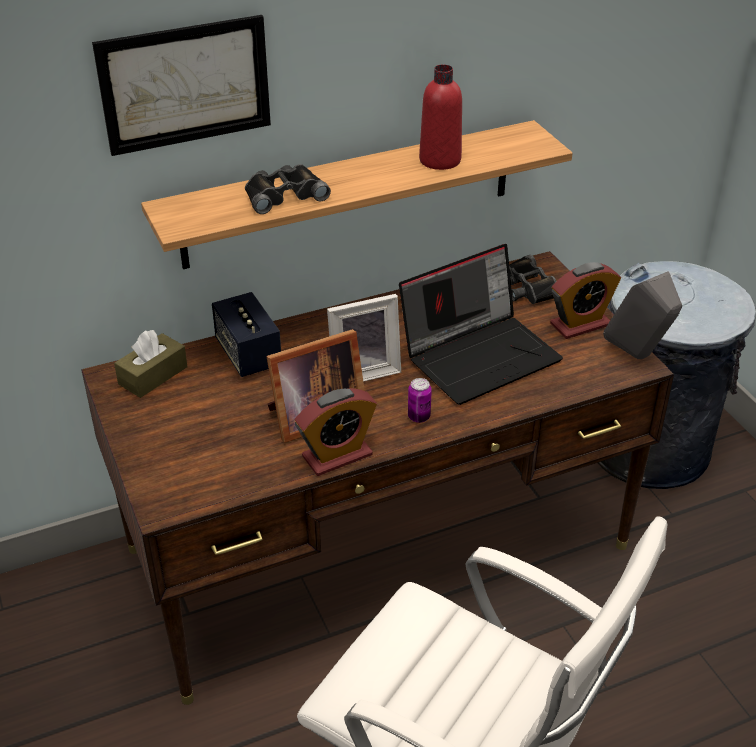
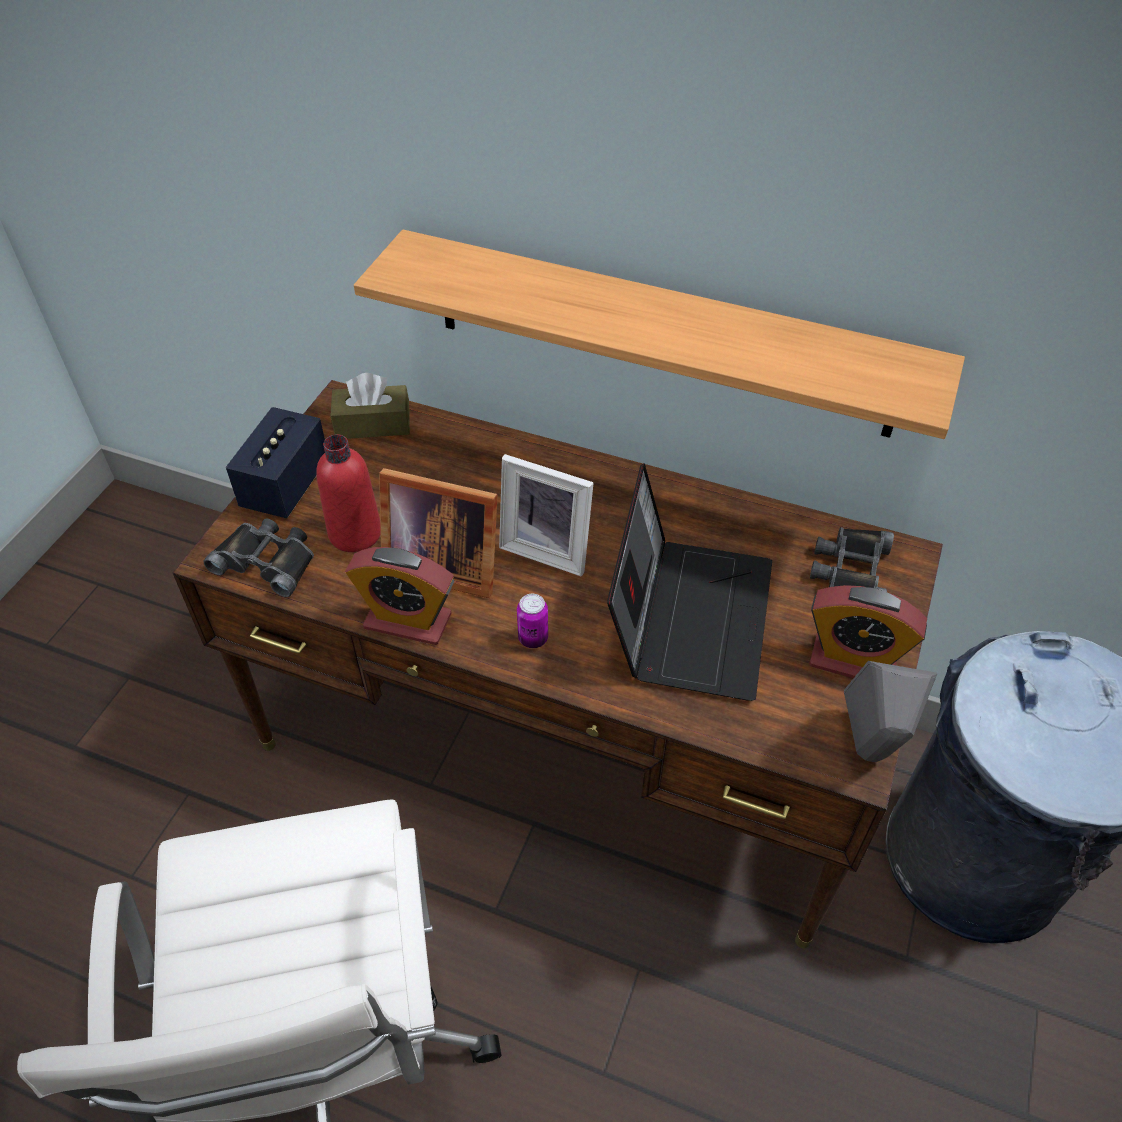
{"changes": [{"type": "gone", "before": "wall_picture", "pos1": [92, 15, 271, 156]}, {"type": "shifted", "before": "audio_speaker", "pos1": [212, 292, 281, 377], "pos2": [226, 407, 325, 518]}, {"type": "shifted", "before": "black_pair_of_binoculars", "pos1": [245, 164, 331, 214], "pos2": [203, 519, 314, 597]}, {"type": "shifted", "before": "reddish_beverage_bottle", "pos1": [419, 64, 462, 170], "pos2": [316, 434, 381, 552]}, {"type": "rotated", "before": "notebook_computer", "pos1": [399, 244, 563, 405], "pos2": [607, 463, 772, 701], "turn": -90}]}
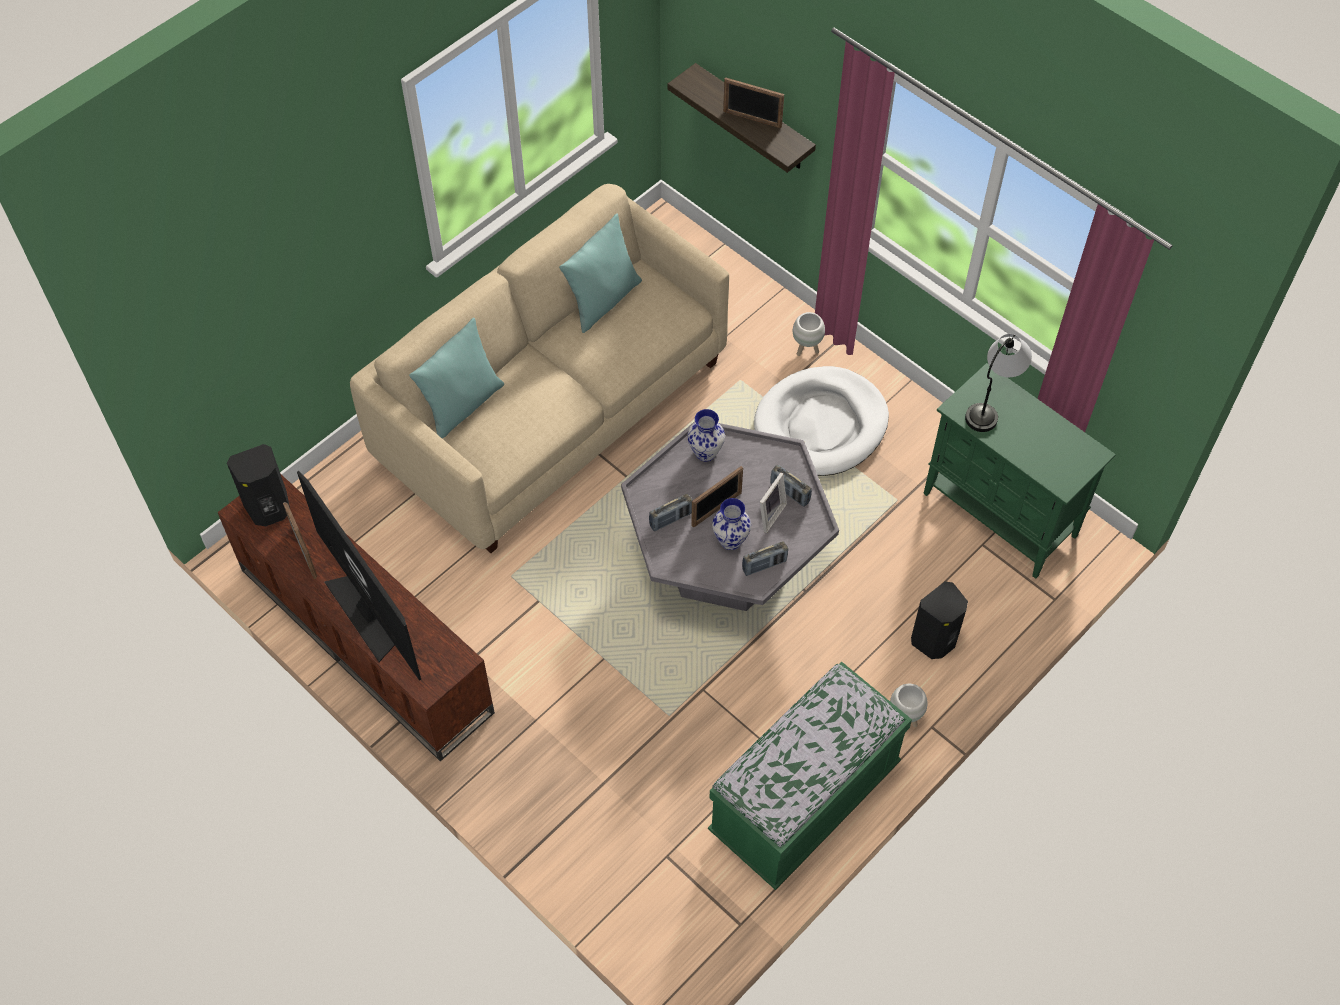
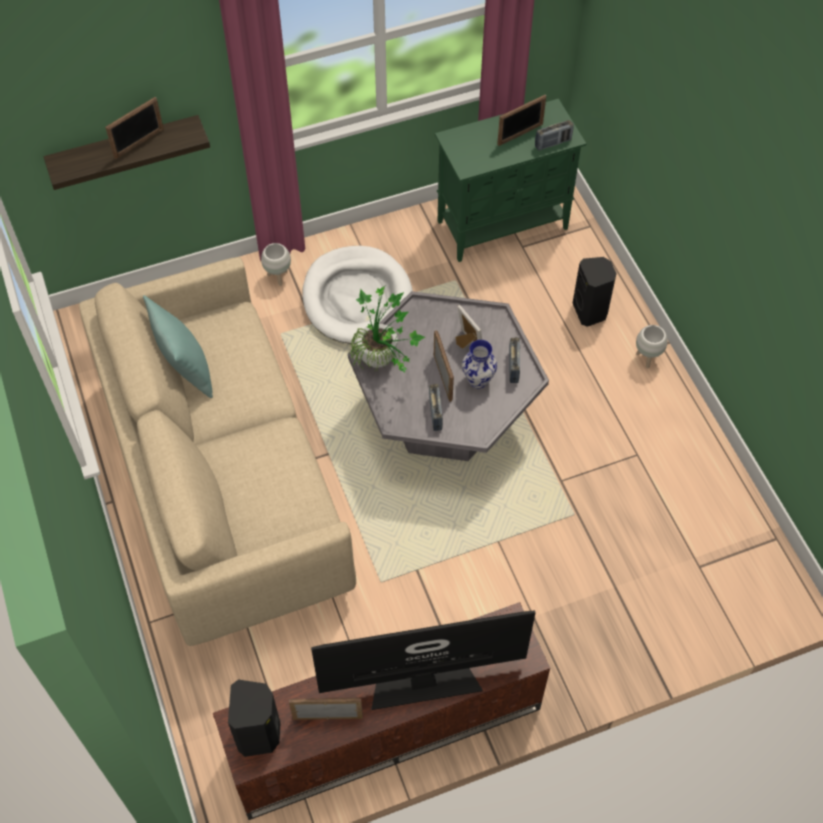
{"changes": [{"type": "gone", "before": "blue-green_cushion", "pos1": [409, 318, 504, 438]}, {"type": "gone", "before": "greenish_indoor_bench", "pos1": [708, 661, 912, 890]}, {"type": "gone", "before": "tabletop_lamp", "pos1": [965, 334, 1032, 432]}, {"type": "new", "after": "standing_frame", "pos2": [497, 95, 546, 146]}, {"type": "shifted", "before": "radio_receiver", "pos1": [770, 465, 812, 507], "pos2": [535, 120, 574, 151]}, {"type": "swapped", "before": "vase", "after": "potted_plant", "pos1": [687, 409, 725, 462], "pos2": [349, 286, 425, 373]}]}
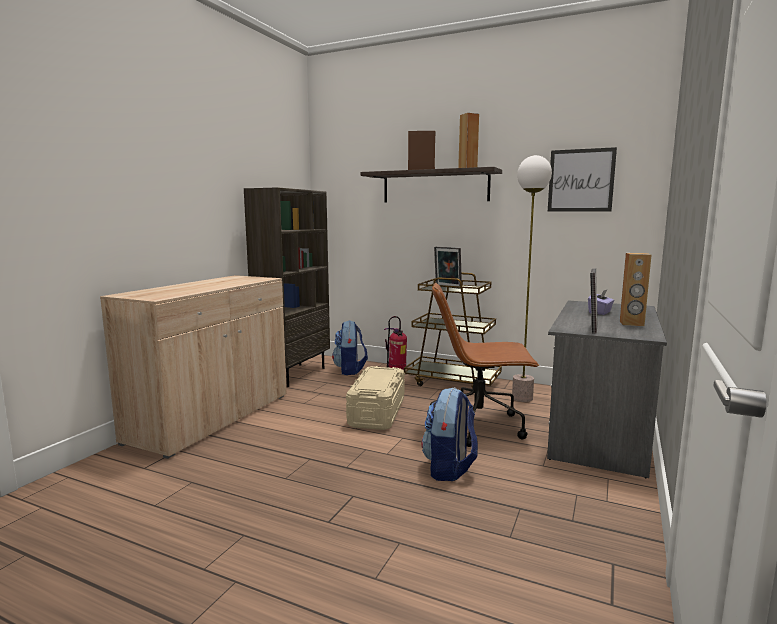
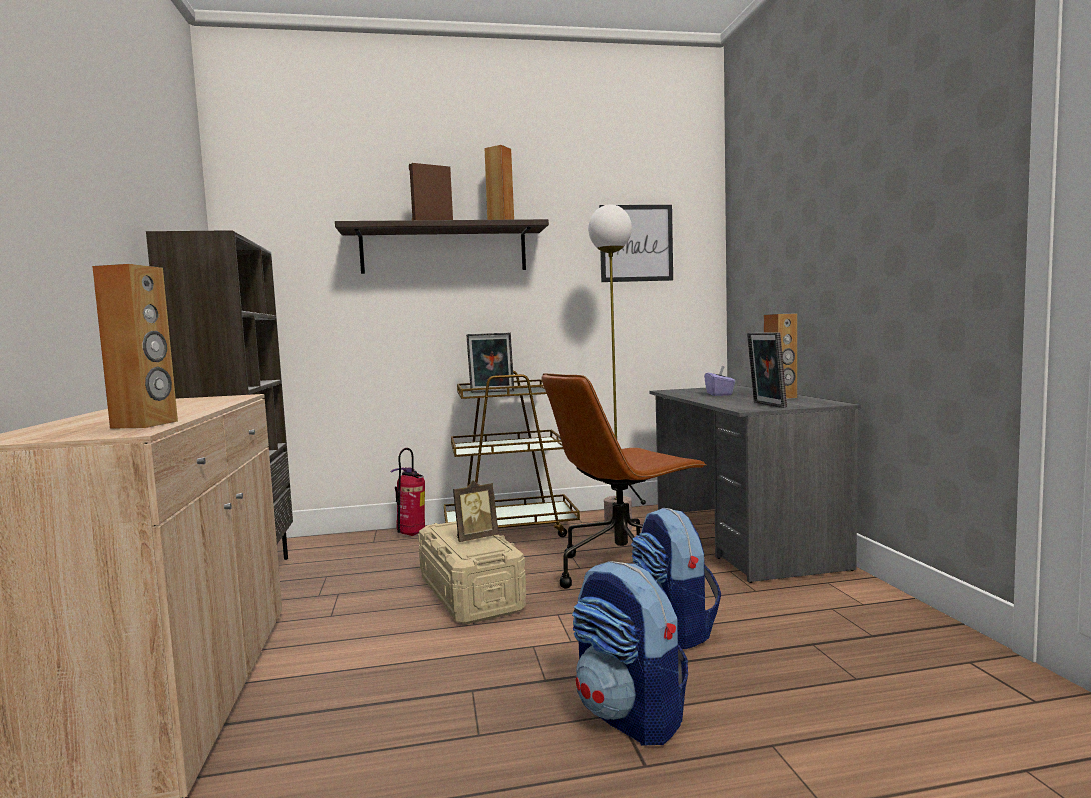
{"changes": [{"type": "new", "after": "brown_audio_speaker", "pos2": [92, 264, 178, 429]}, {"type": "new", "after": "standing_frame", "pos2": [453, 480, 498, 542]}, {"type": "shifted", "before": "backpack", "pos1": [332, 320, 368, 375], "pos2": [572, 561, 688, 745]}]}
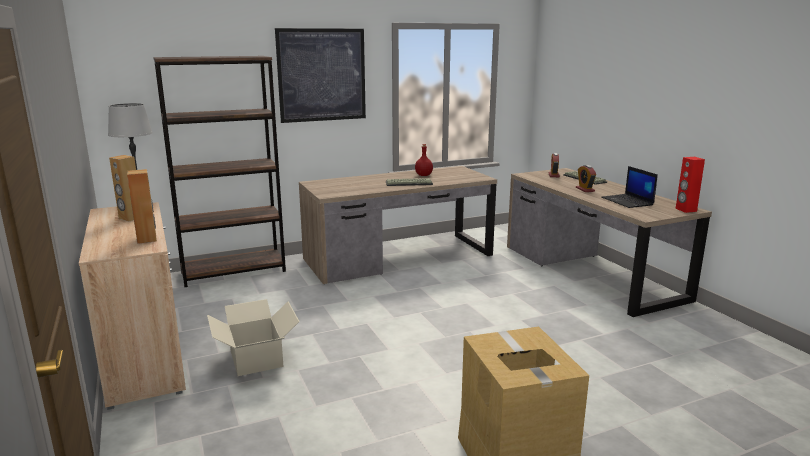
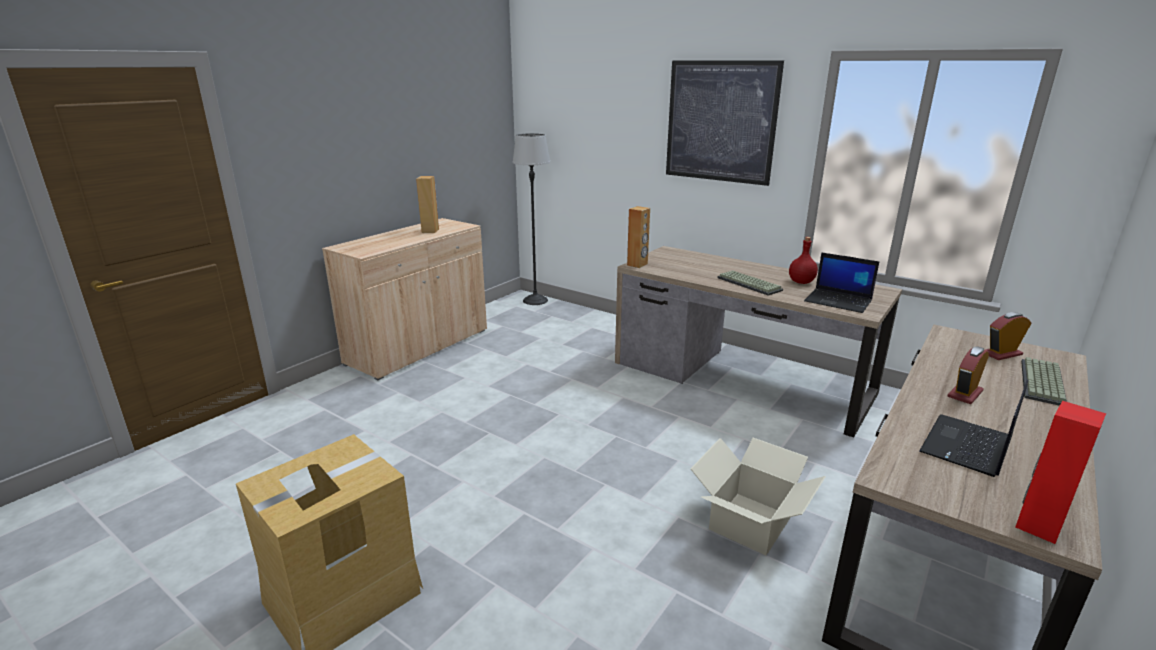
{"changes": [{"type": "gone", "before": "brown_bookcase", "pos1": [153, 56, 286, 287]}, {"type": "new", "after": "notebook_computer", "pos2": [804, 252, 879, 313]}, {"type": "shifted", "before": "brown_audio_speaker", "pos1": [127, 169, 157, 244], "pos2": [627, 206, 650, 268]}, {"type": "shifted", "before": "cardboard_box", "pos1": [207, 299, 300, 376], "pos2": [691, 438, 826, 555]}]}
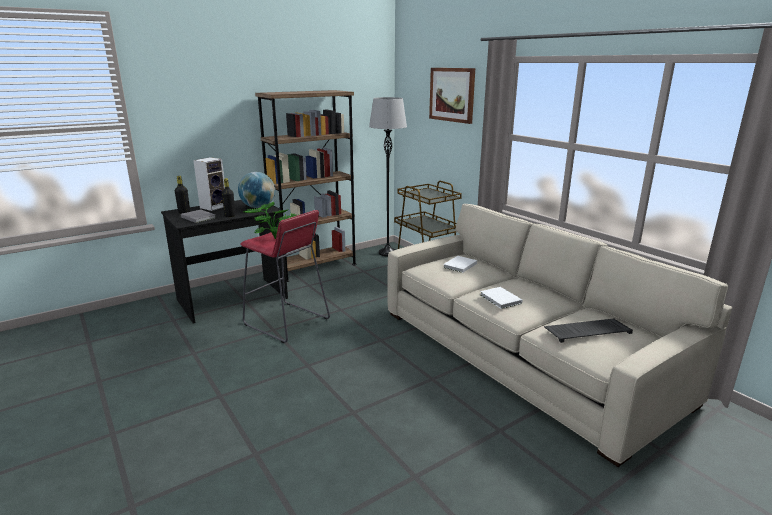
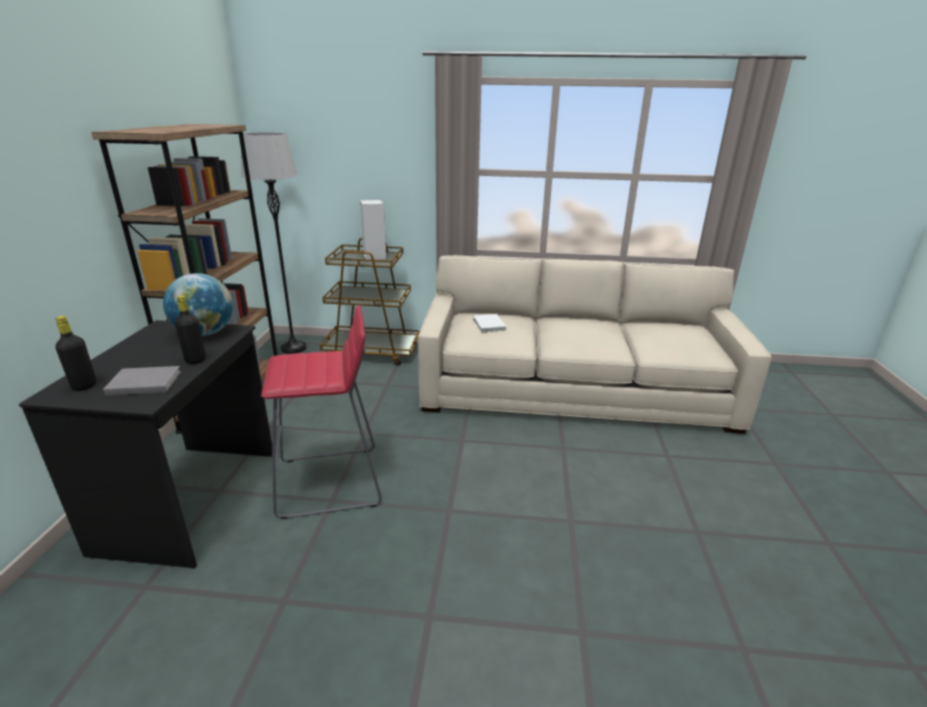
{"changes": [{"type": "gone", "before": "potted_plant", "pos1": [243, 202, 297, 239]}, {"type": "gone", "before": "wall_picture", "pos1": [429, 68, 475, 124]}, {"type": "gone", "before": "whitish_bound_book", "pos1": [480, 287, 522, 309]}, {"type": "gone", "before": "keyboard", "pos1": [544, 318, 633, 343]}, {"type": "shifted", "before": "audio_speaker", "pos1": [193, 157, 225, 211], "pos2": [360, 200, 387, 260]}]}
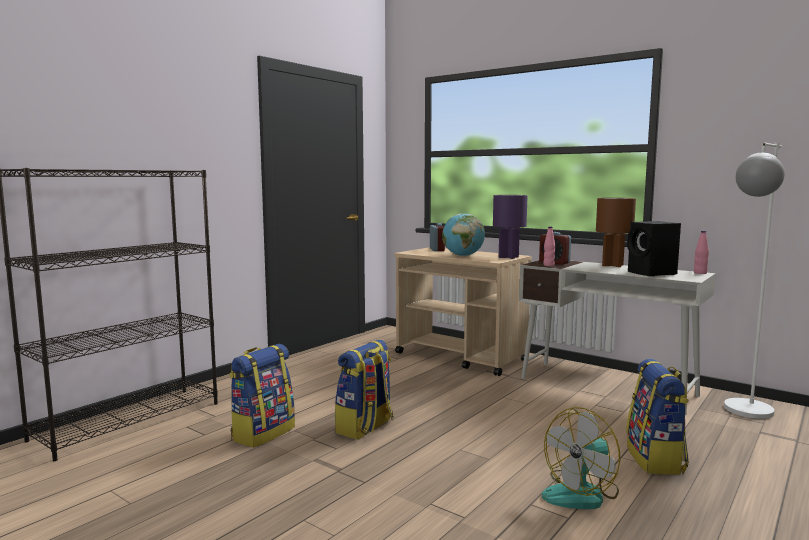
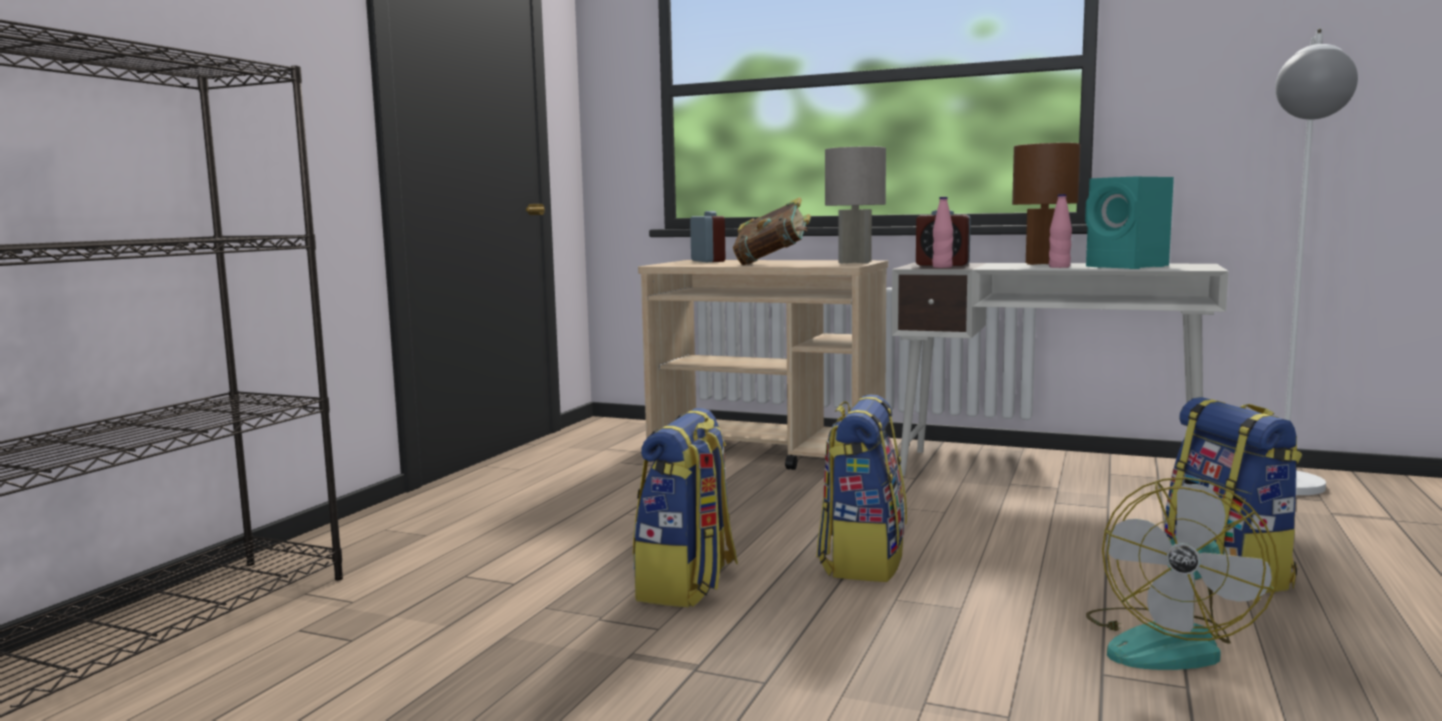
{"changes": [{"type": "shifted", "before": "backpack", "pos1": [229, 344, 295, 448], "pos2": [816, 394, 907, 582]}, {"type": "shifted", "before": "pink_beverage_bottle", "pos1": [694, 231, 709, 274], "pos2": [1049, 194, 1072, 268]}, {"type": "swapped", "before": "desk_globe", "after": "bound_book", "pos1": [442, 214, 485, 256], "pos2": [733, 197, 811, 265]}, {"type": "repainted", "before": "purple_tabletop_lamp", "after": "greyish_tabletop_lamp", "pos1": [493, 195, 528, 259], "pos2": [825, 146, 886, 263]}, {"type": "repainted", "before": "black_audio_speaker", "after": "blue-green_audio_speaker", "pos1": [627, 221, 681, 276], "pos2": [1085, 176, 1174, 269]}]}
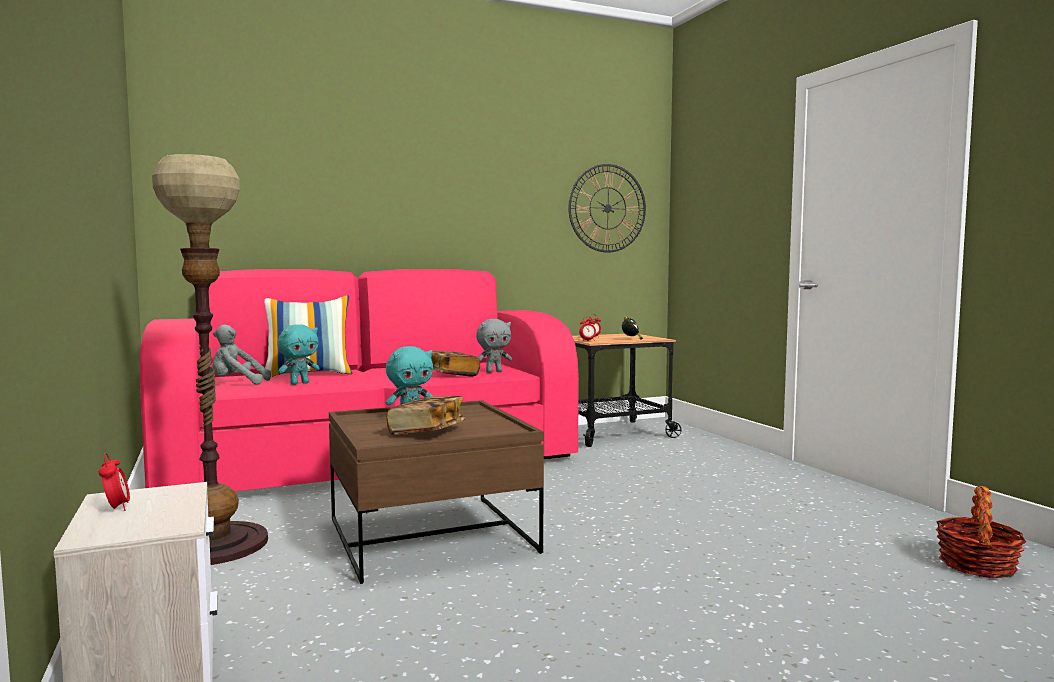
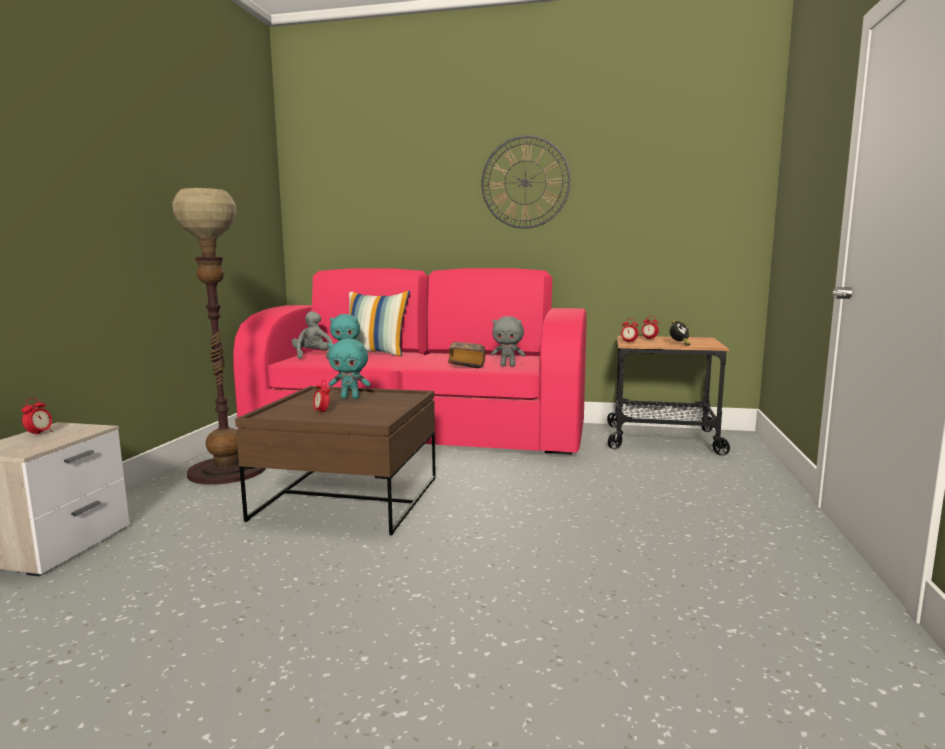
{"changes": [{"type": "gone", "before": "basket", "pos1": [936, 486, 1026, 578]}, {"type": "shifted", "before": "wall_clock", "pos1": [568, 164, 646, 253], "pos2": [481, 135, 571, 229]}, {"type": "swapped", "before": "bound_book", "after": "alarm_clock", "pos1": [387, 396, 465, 435], "pos2": [313, 381, 330, 413]}, {"type": "rotated", "before": "greyish_soft_toy", "pos1": [212, 325, 271, 384], "pos2": [292, 311, 333, 359], "turn": 45}]}
